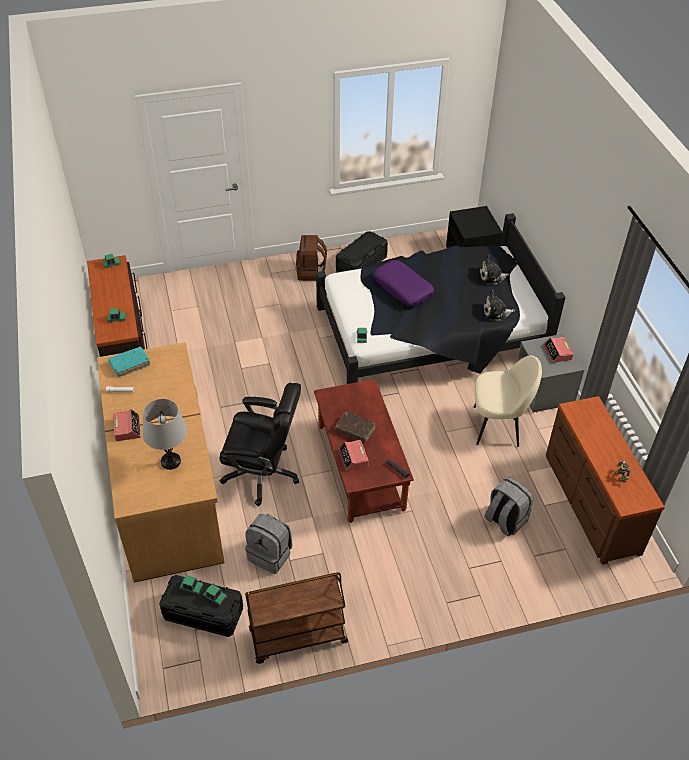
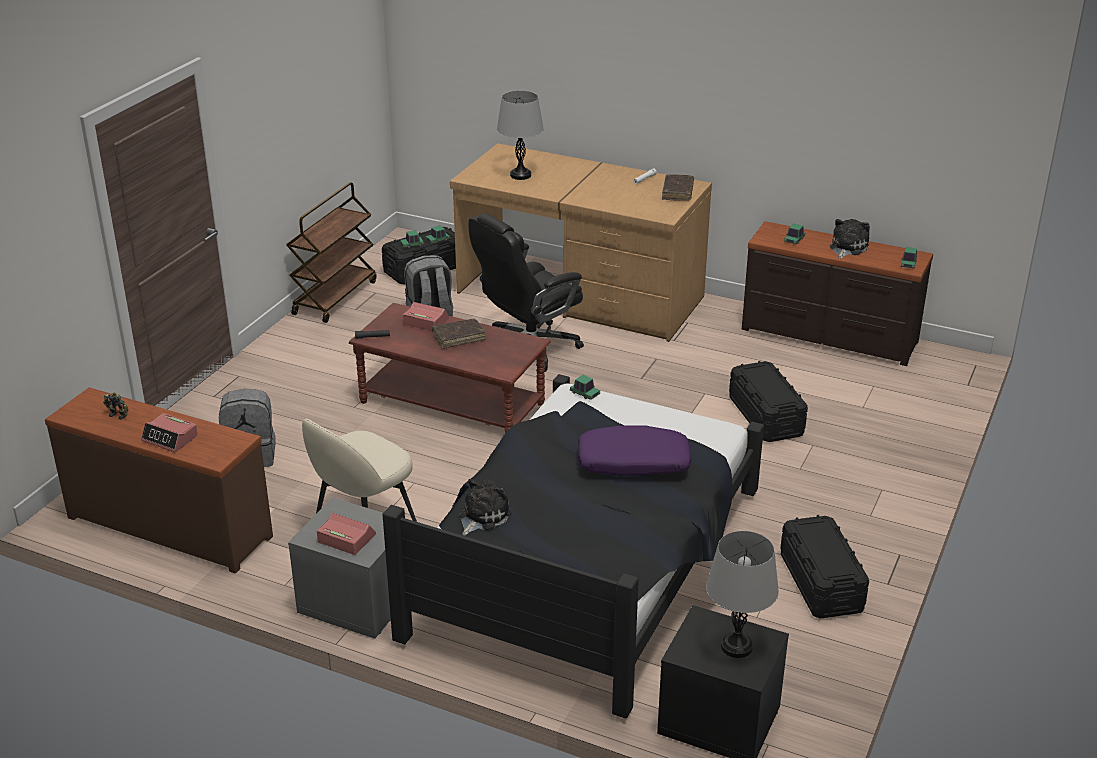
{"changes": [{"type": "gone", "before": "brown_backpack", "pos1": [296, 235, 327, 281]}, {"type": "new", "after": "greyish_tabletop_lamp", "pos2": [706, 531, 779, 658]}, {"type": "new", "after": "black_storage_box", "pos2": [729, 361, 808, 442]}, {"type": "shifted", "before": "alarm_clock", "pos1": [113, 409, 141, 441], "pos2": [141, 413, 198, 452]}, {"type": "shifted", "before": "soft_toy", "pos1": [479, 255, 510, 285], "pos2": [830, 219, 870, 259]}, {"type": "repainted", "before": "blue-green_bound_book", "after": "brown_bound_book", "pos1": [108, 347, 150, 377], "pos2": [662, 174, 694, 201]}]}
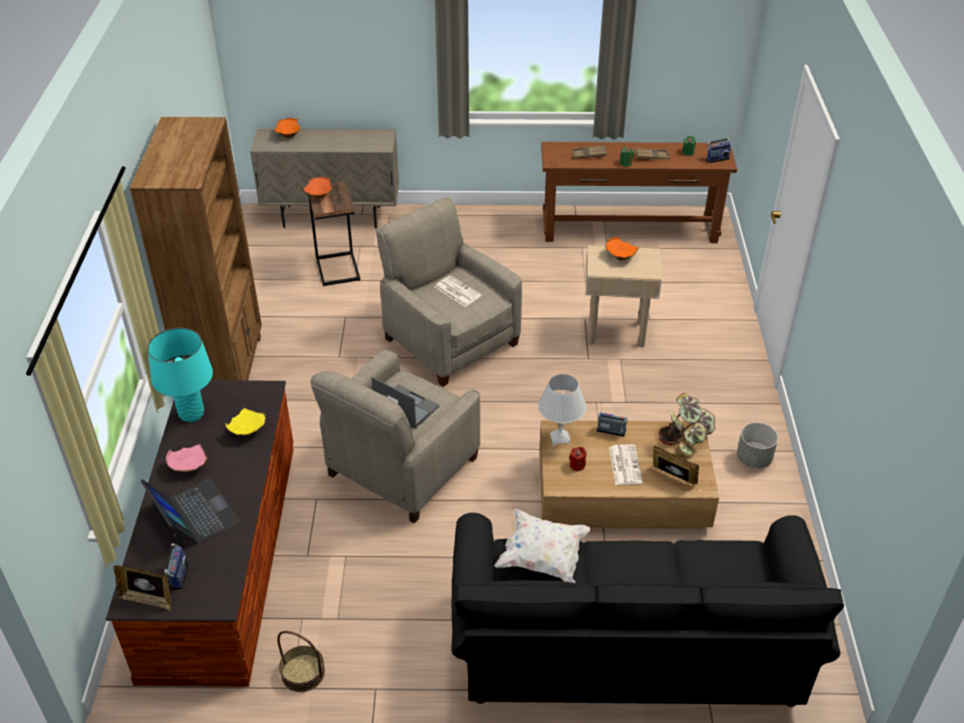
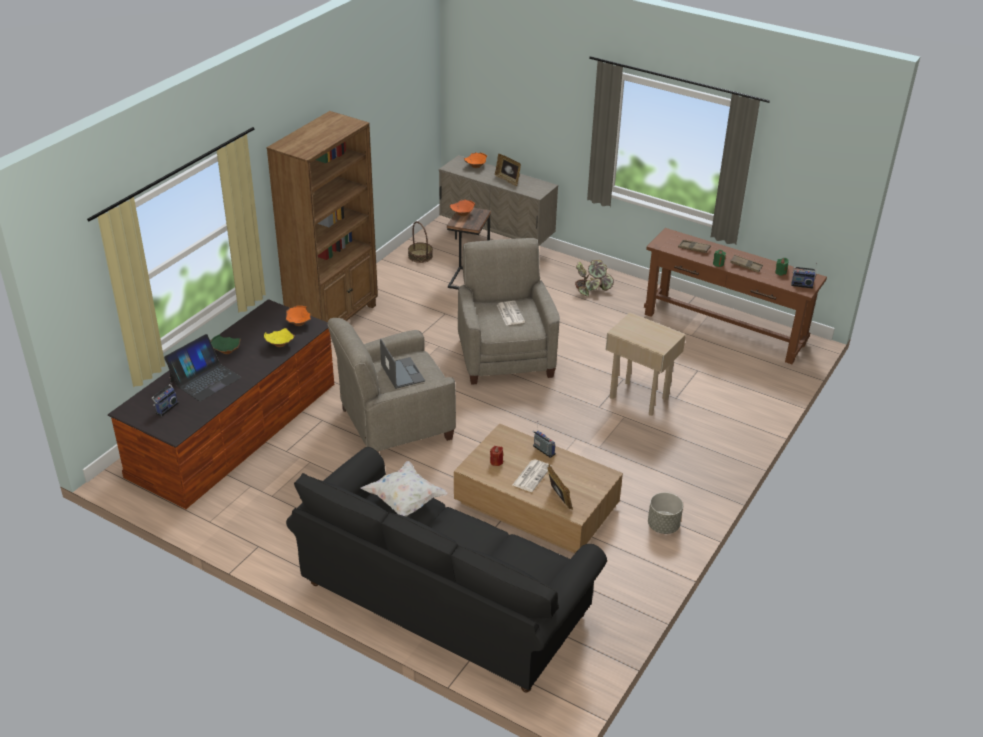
{"changes": [{"type": "gone", "before": "blue-green_tabletop_lamp", "pos1": [147, 328, 213, 422]}, {"type": "gone", "before": "whitish_tabletop_lamp", "pos1": [538, 374, 586, 446]}, {"type": "shifted", "before": "standing_frame", "pos1": [114, 566, 171, 611], "pos2": [495, 154, 521, 186]}, {"type": "shifted", "before": "basket", "pos1": [277, 631, 325, 692], "pos2": [408, 221, 433, 263]}, {"type": "shifted", "before": "orangey_deep_dish", "pos1": [605, 237, 639, 261], "pos2": [286, 306, 311, 326]}, {"type": "shifted", "before": "potted_plant", "pos1": [658, 393, 715, 455], "pos2": [575, 260, 614, 297]}, {"type": "repainted", "before": "pink_deep_dish", "after": "greenish_deep_dish", "pos1": [166, 444, 208, 472], "pos2": [211, 334, 241, 354]}, {"type": "rotated", "before": "notebook_computer", "pos1": [141, 479, 241, 549], "pos2": [164, 334, 241, 401], "turn": 45}]}
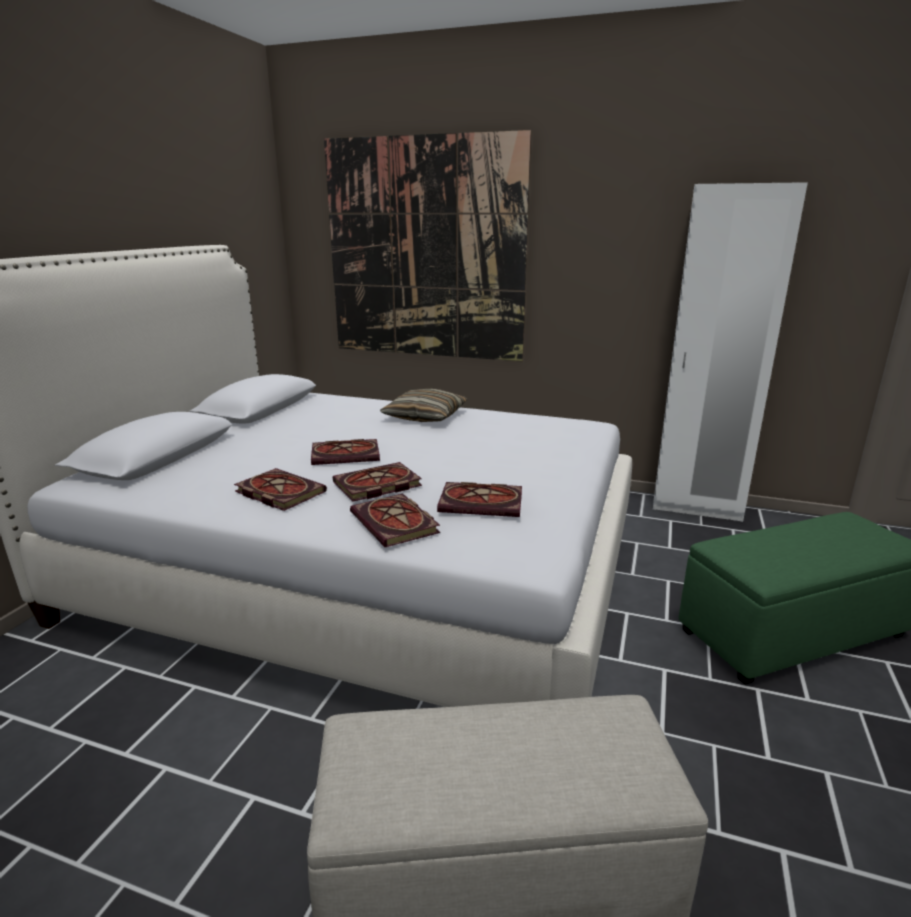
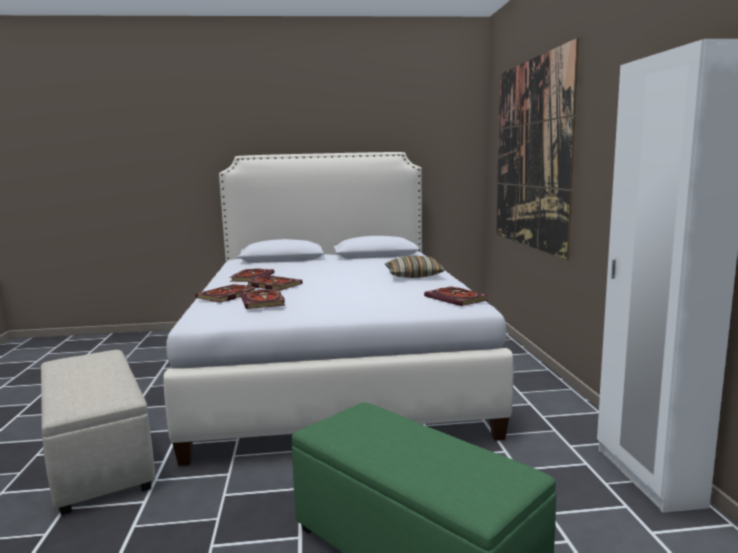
{"changes": [{"type": "shifted", "before": "bound_book", "pos1": [311, 439, 380, 465], "pos2": [424, 286, 488, 306]}]}
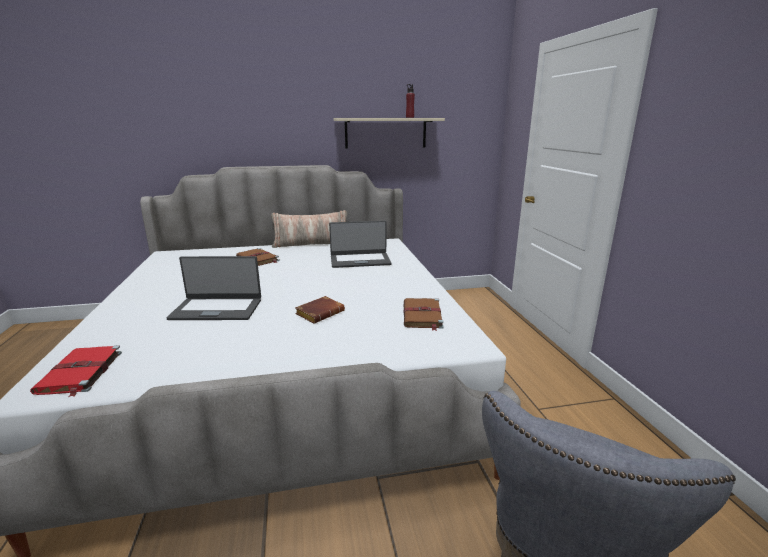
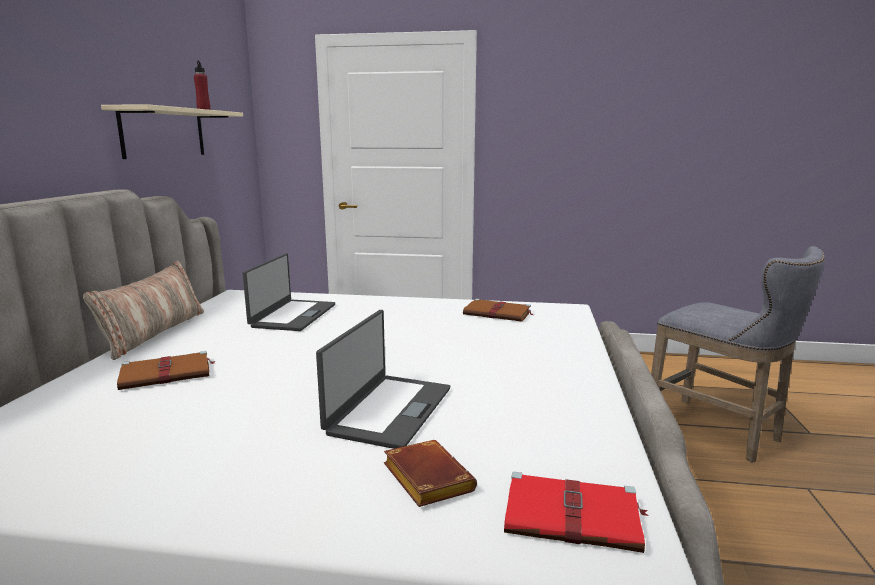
{"changes": [{"type": "shifted", "before": "brown_bound_book", "pos1": [295, 296, 345, 324], "pos2": [384, 440, 477, 507]}]}
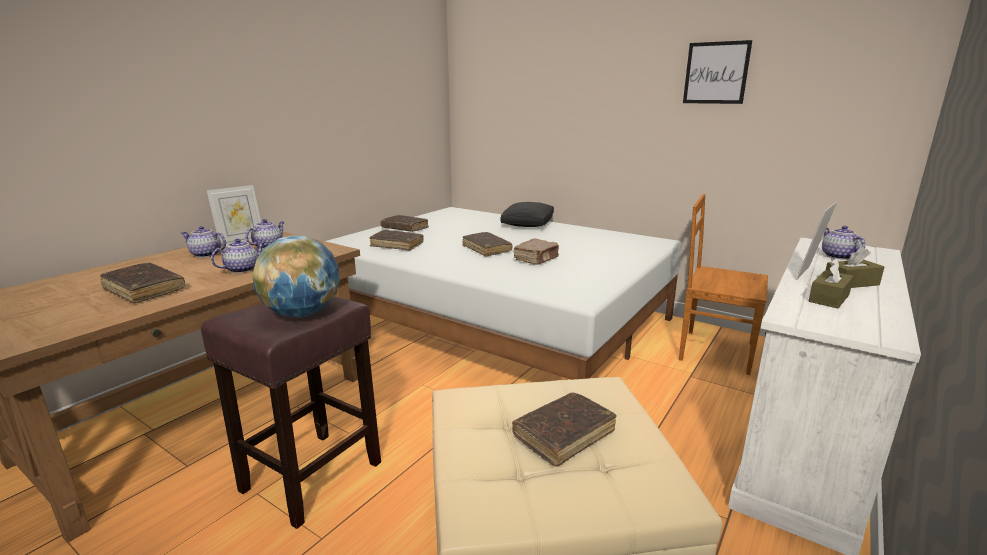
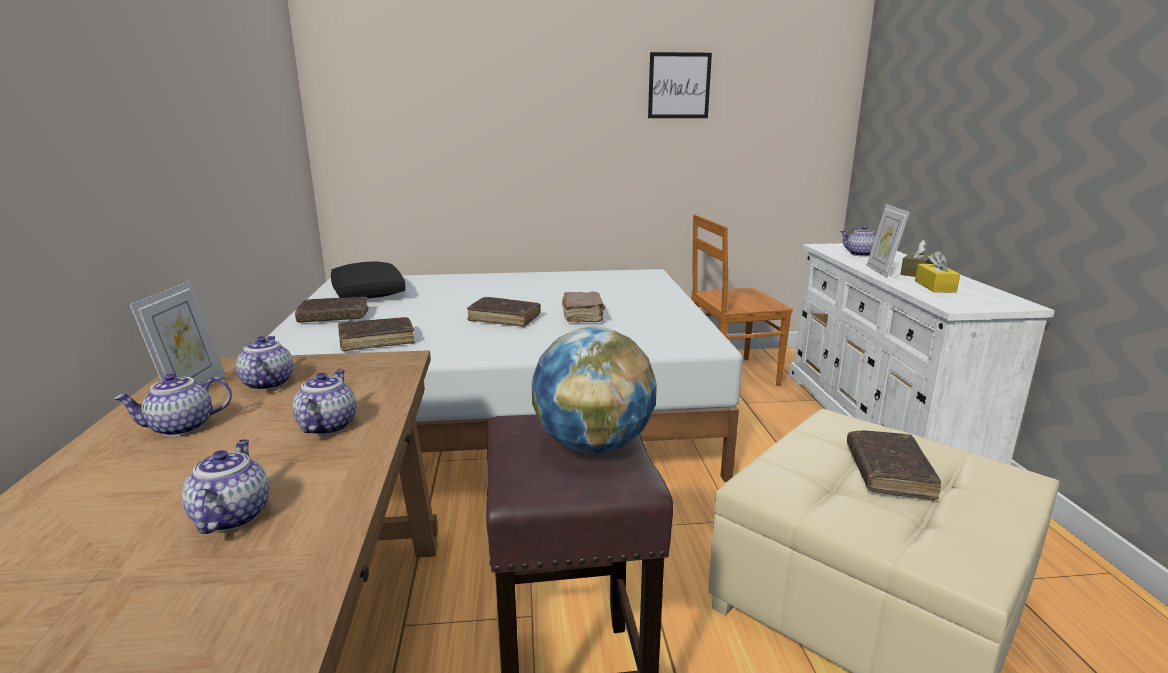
{"changes": [{"type": "shifted", "before": "black_cushion", "pos1": [500, 202, 554, 227], "pos2": [331, 261, 406, 299]}, {"type": "swapped", "before": "brown_bound_book", "after": "teapot", "pos1": [100, 263, 185, 303], "pos2": [182, 439, 269, 534]}, {"type": "repainted", "before": "brown_box_of_tissues", "after": "yellowish_box_of_tissues", "pos1": [809, 258, 854, 308], "pos2": [915, 251, 960, 293]}]}
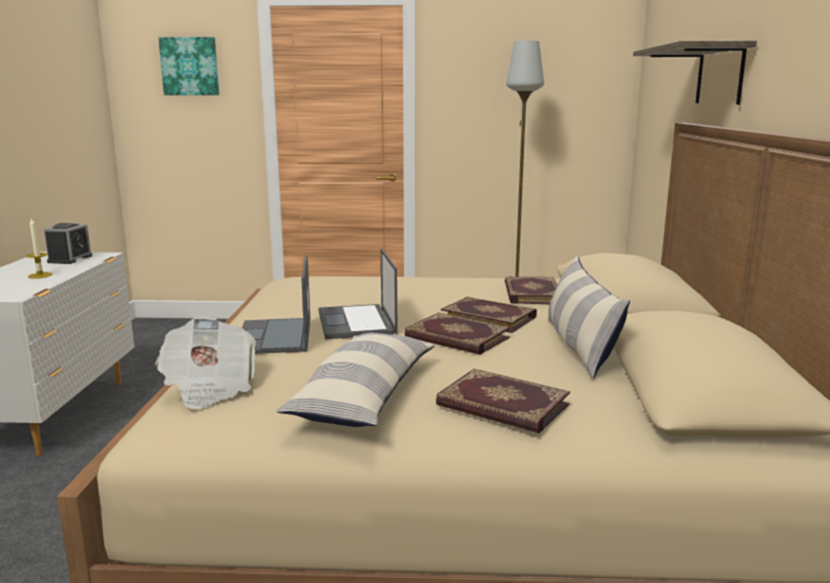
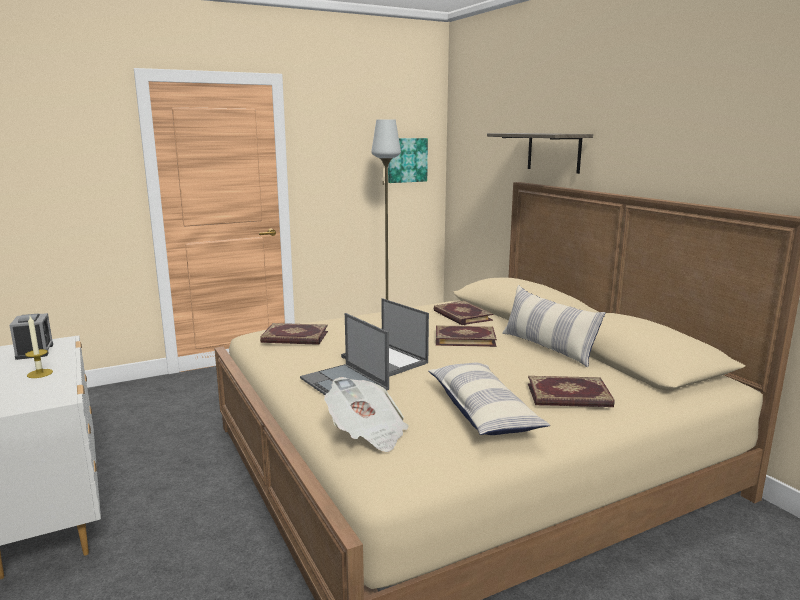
{"changes": [{"type": "shifted", "before": "wall_picture", "pos1": [158, 37, 219, 95], "pos2": [388, 138, 428, 183]}, {"type": "shifted", "before": "bound_book", "pos1": [404, 312, 510, 355], "pos2": [260, 323, 328, 345]}]}
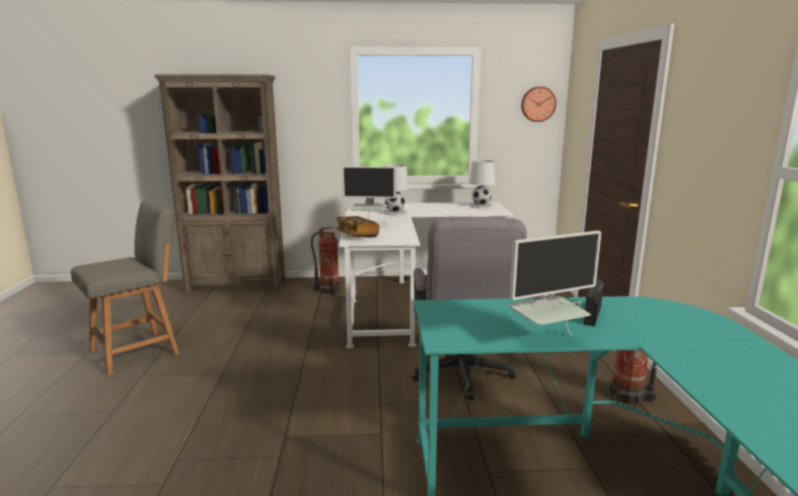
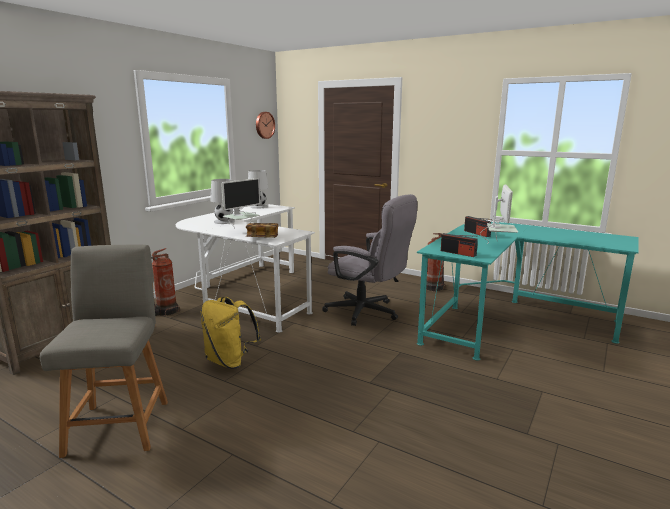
{"changes": [{"type": "new", "after": "yellowish_backpack", "pos2": [200, 297, 261, 369]}, {"type": "new", "after": "radio_receiver", "pos2": [441, 233, 478, 257]}]}
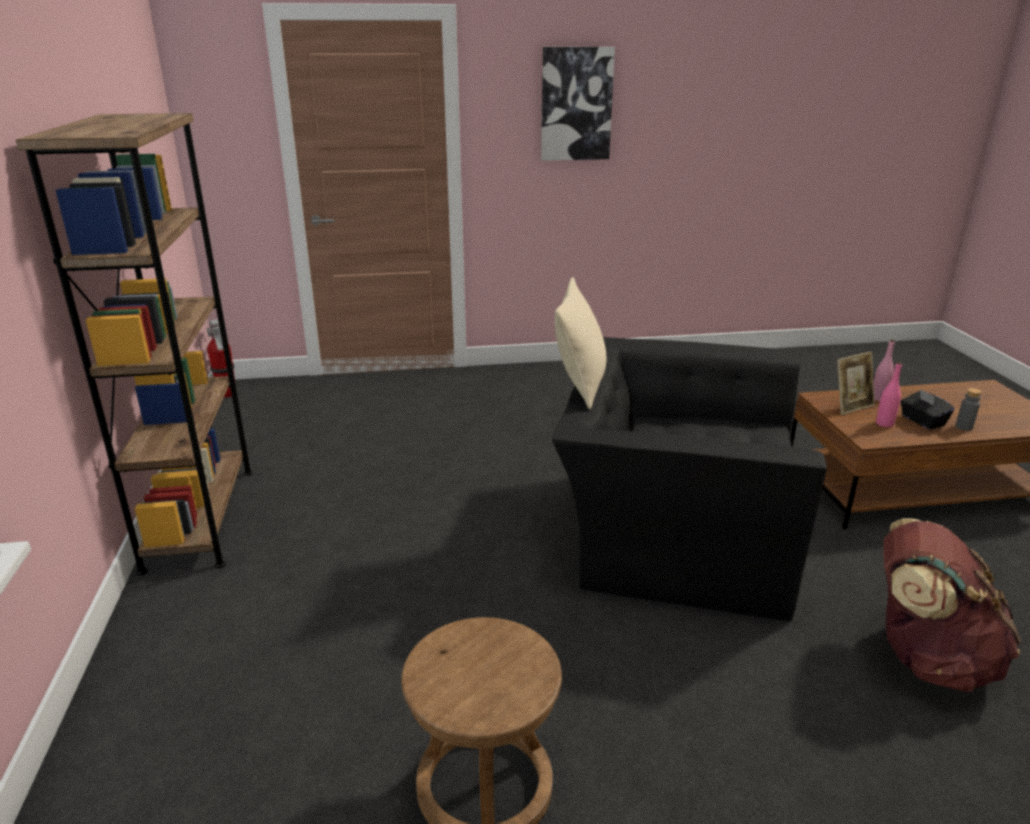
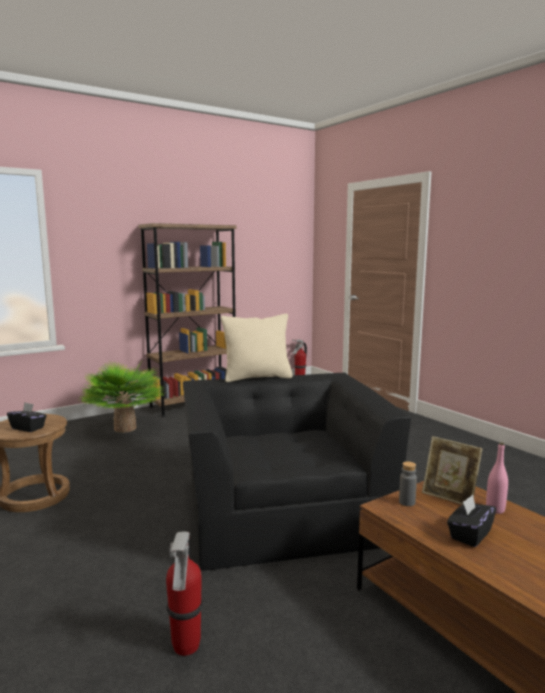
{"changes": [{"type": "gone", "before": "wall_picture", "pos1": [541, 47, 615, 161]}, {"type": "gone", "before": "pink_beverage_bottle", "pos1": [876, 362, 902, 427]}, {"type": "new", "after": "black_box_of_tissues", "pos2": [7, 402, 47, 432]}, {"type": "new", "after": "potted_plant", "pos2": [81, 361, 166, 433]}, {"type": "shifted", "before": "greyish_beverage_bottle", "pos1": [955, 388, 982, 431], "pos2": [399, 461, 417, 506]}, {"type": "swapped", "before": "brown_backpack", "after": "fire_extinguisher", "pos1": [883, 518, 1021, 692], "pos2": [166, 531, 203, 656]}]}
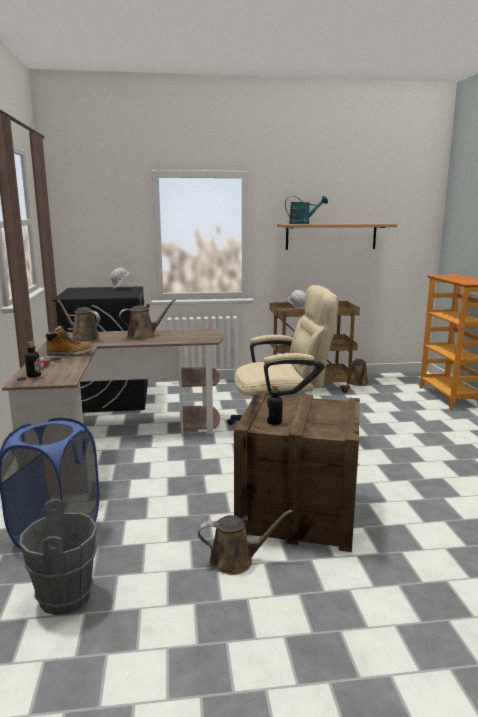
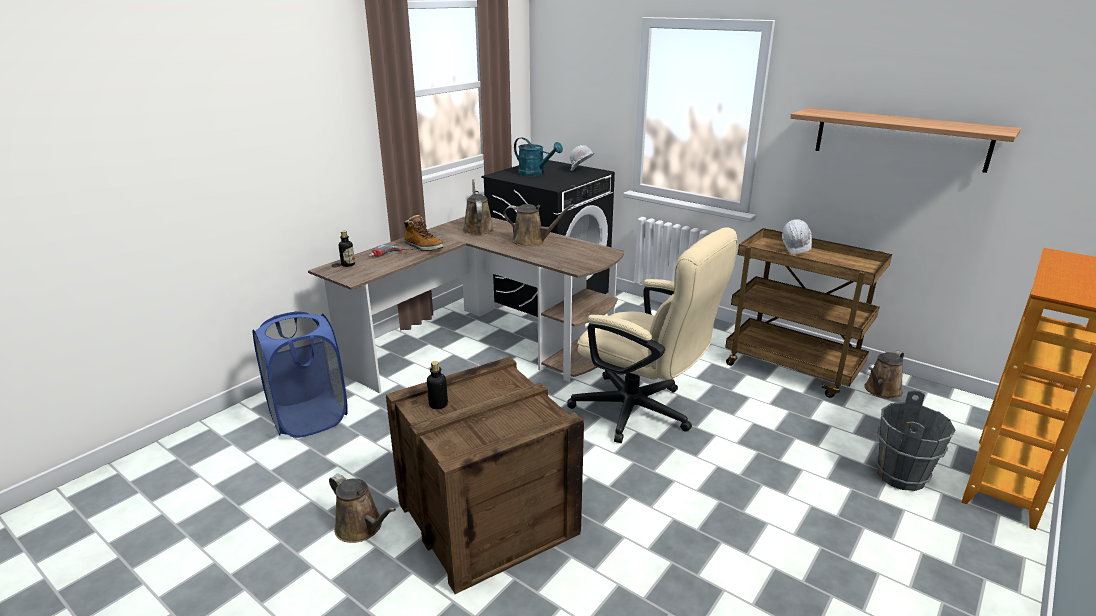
{"changes": [{"type": "shifted", "before": "greyish_pail", "pos1": [19, 499, 97, 615], "pos2": [876, 390, 955, 491]}, {"type": "shifted", "before": "blue-green_watering_can", "pos1": [285, 196, 328, 224], "pos2": [514, 137, 563, 177]}]}
